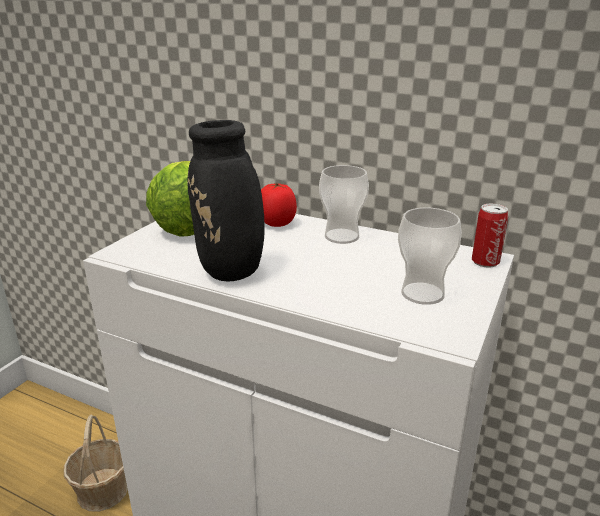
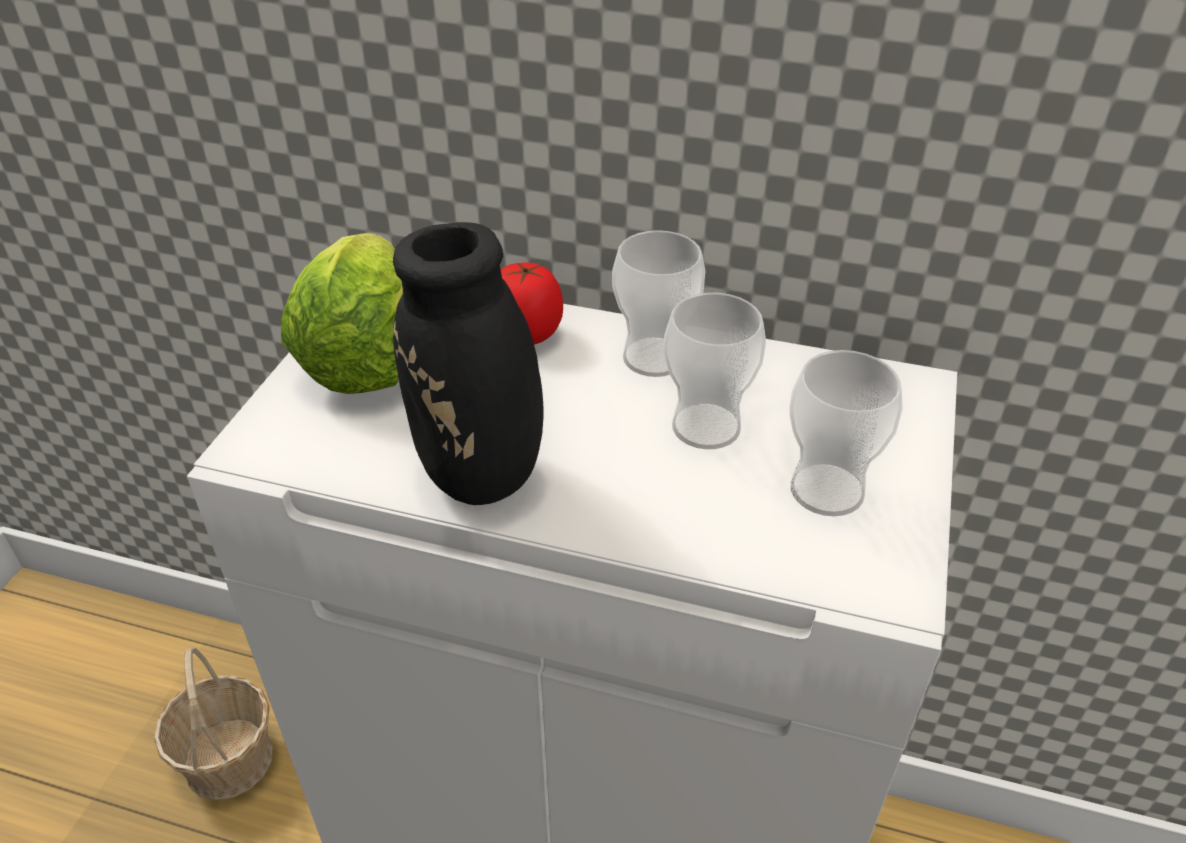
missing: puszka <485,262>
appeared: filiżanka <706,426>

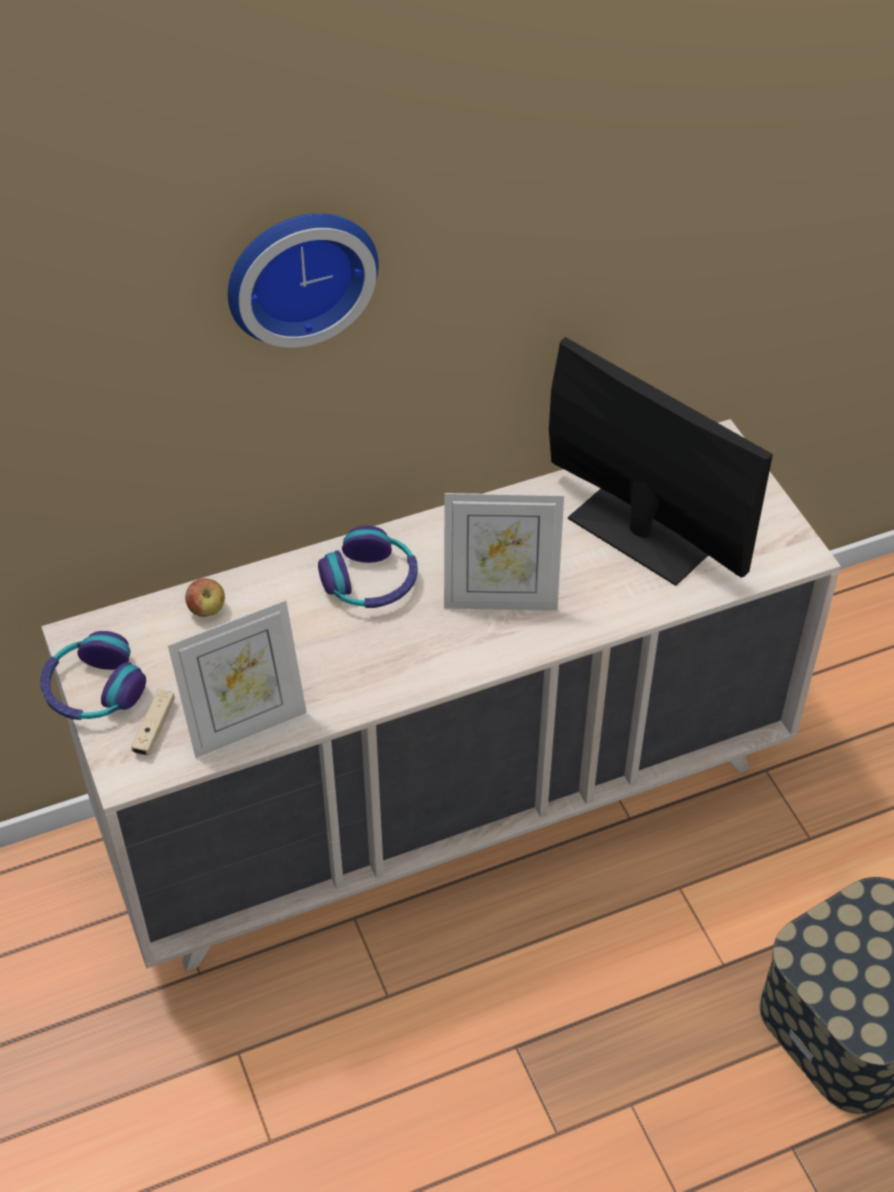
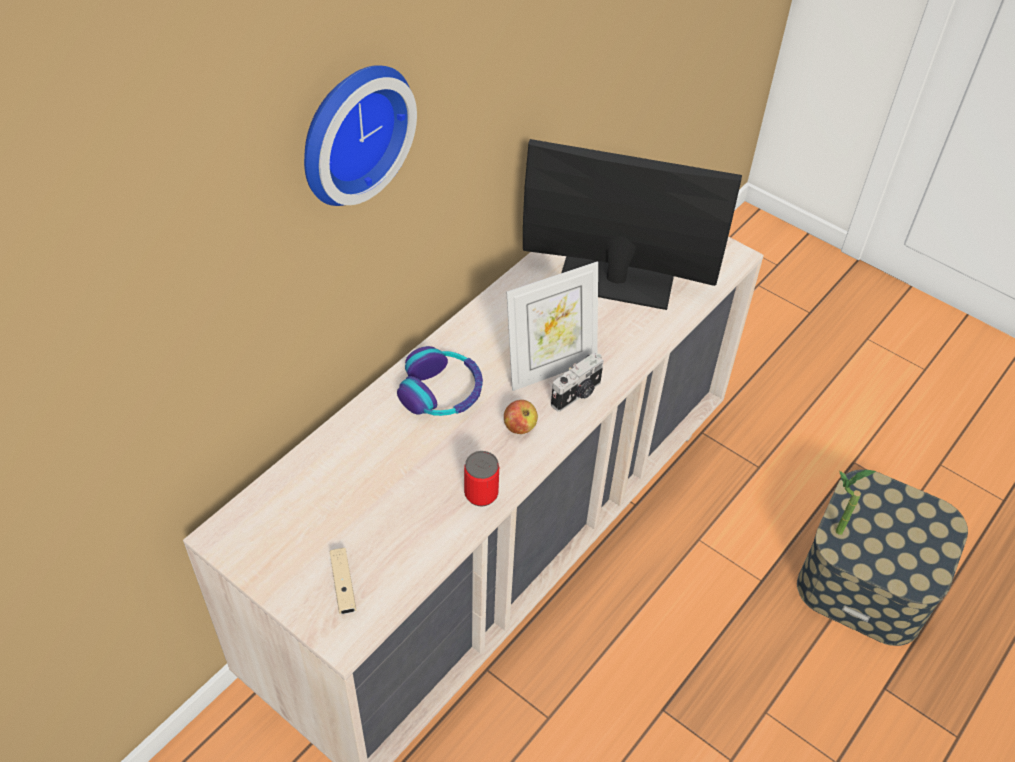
missing: słuchawki <93,689>; ramka na zdjęcie <246,725>
appeared: puszka <481,494>; aparat fotograficzny <577,394>; roślina doniczkowa <831,531>
relocated: jabłko <207,609> to <520,427>

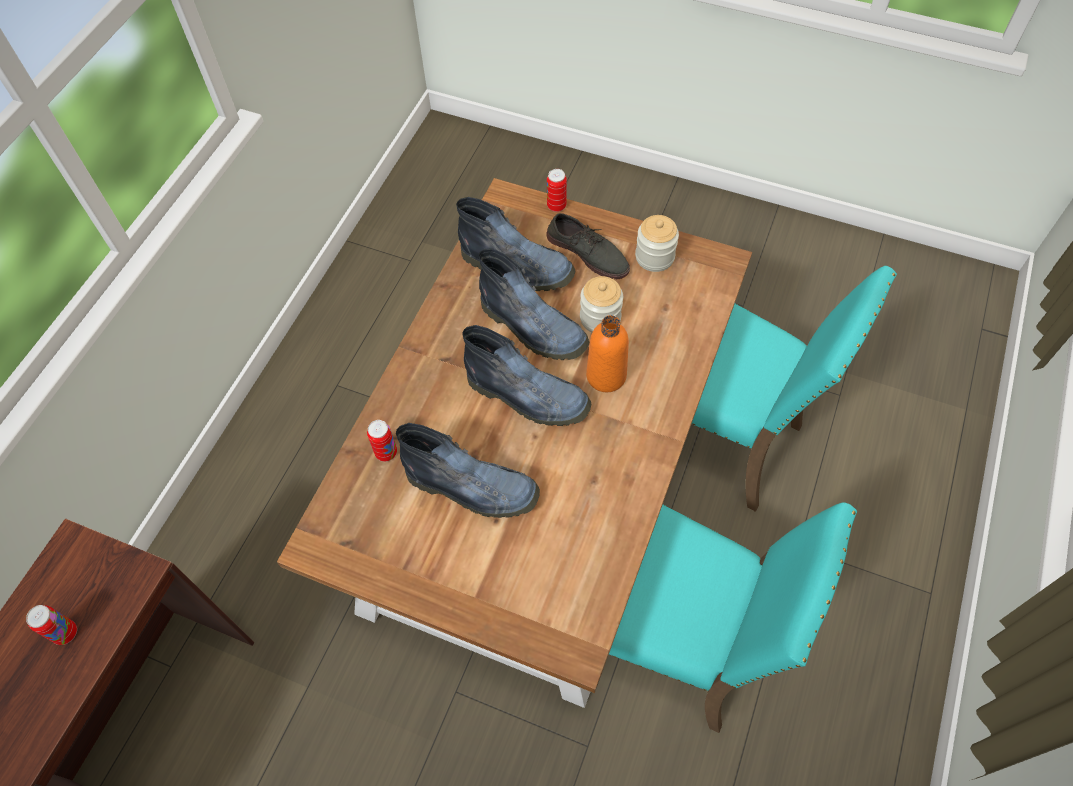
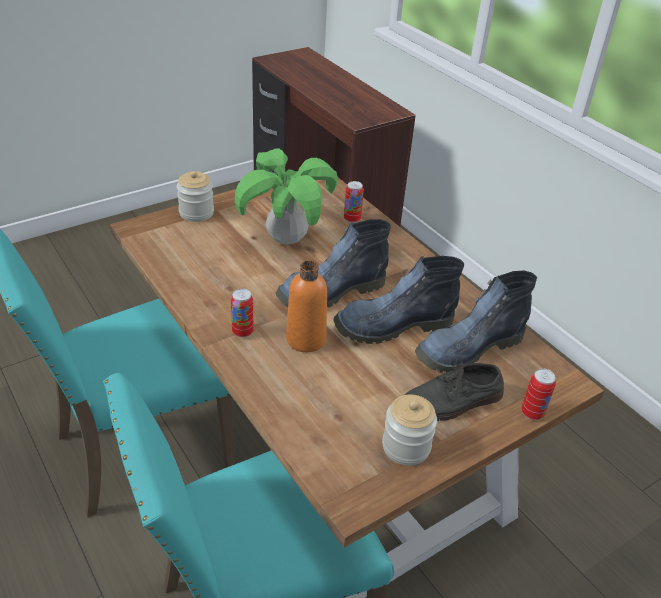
relocated: puszka <65,633> to <242,332>; słoik <600,318> to <196,213>
exchanged: but z cholewką <474,487> to roślina doniczkowa <287,239>

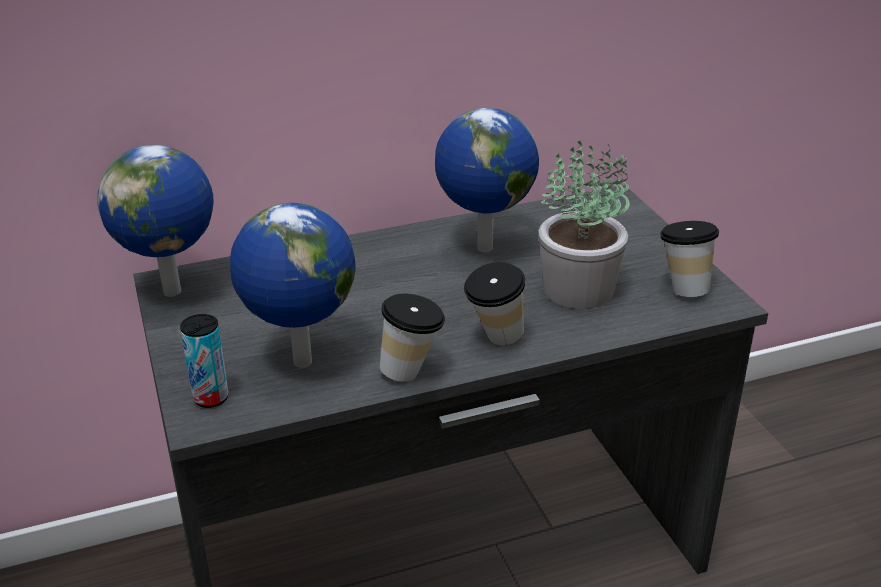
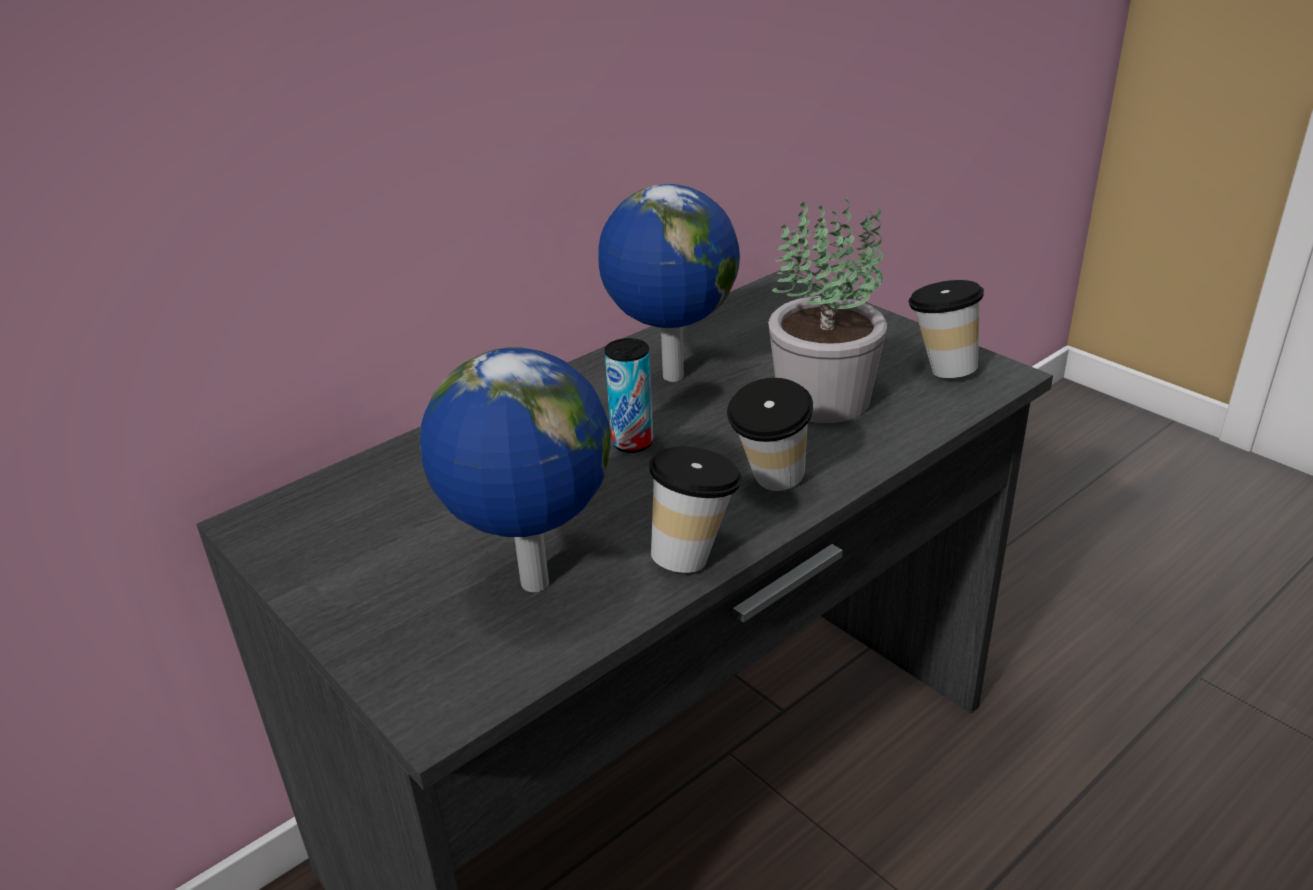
missing: globus <174,292>
relocated: puszka <211,398> to <632,443>

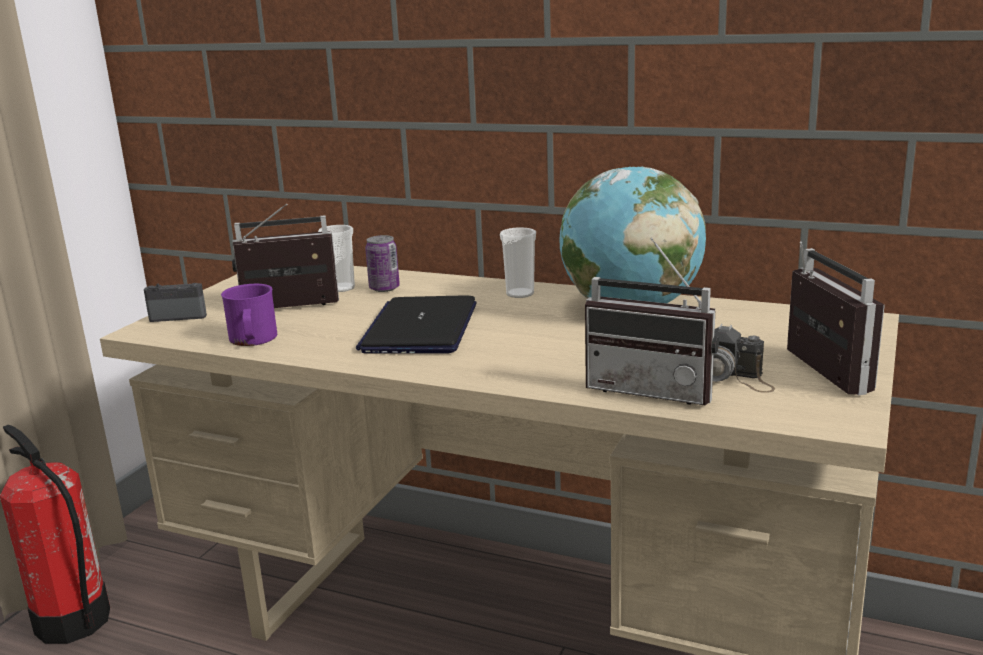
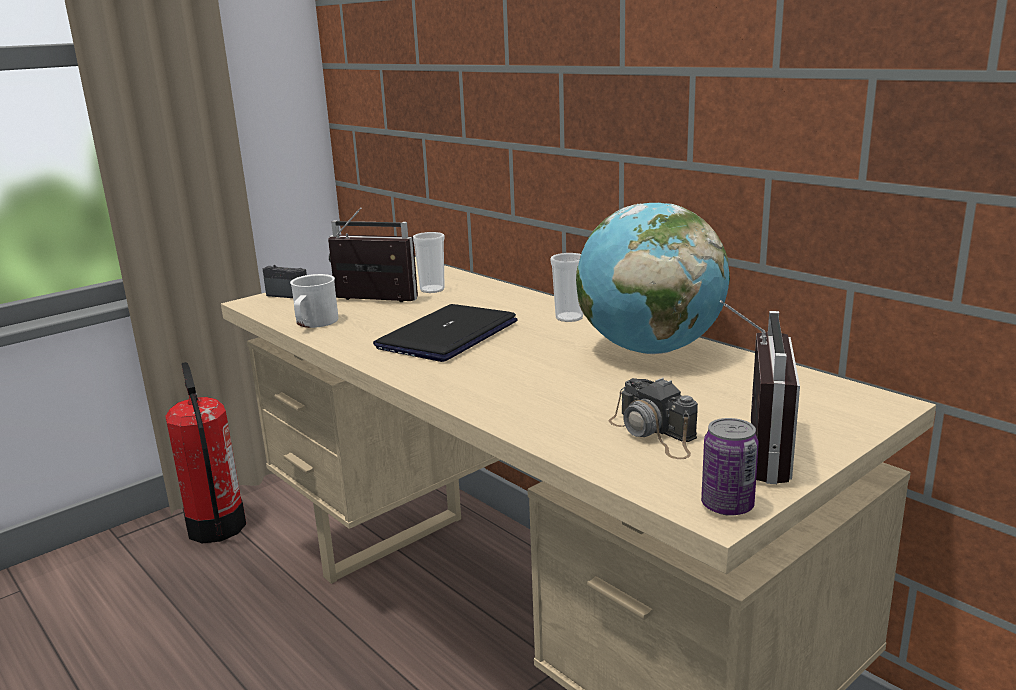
missing: radio <654,389>
relocated: puszka <384,288> to <727,506>
colour: kubek/fioletowy <253,340> to kubek/biały <314,323>

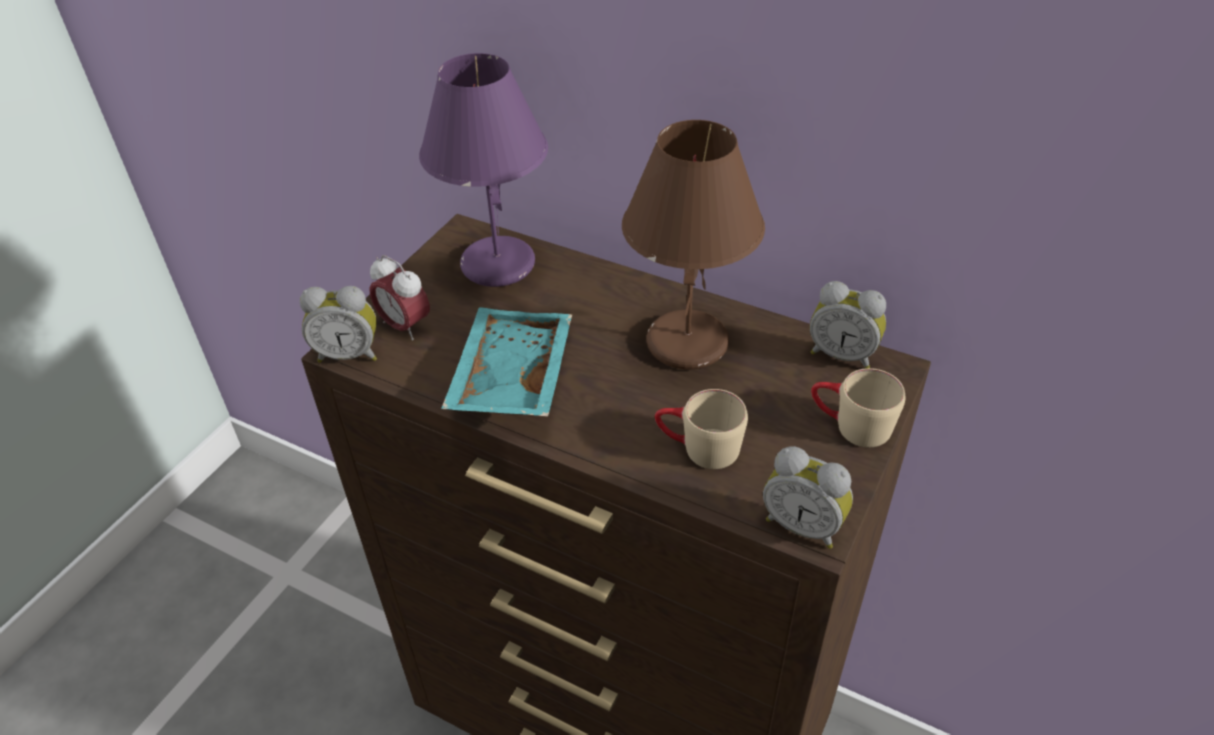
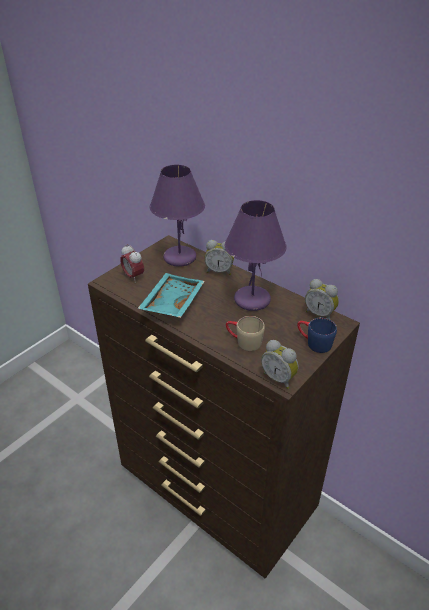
relocated: budzik <349,354> to <219,271>
colour: lampa stołowa/brązowy <686,342> to lampa stołowa/fioletowy <252,299>; kubek/beżowy <850,425> to kubek/niebieski <313,342>

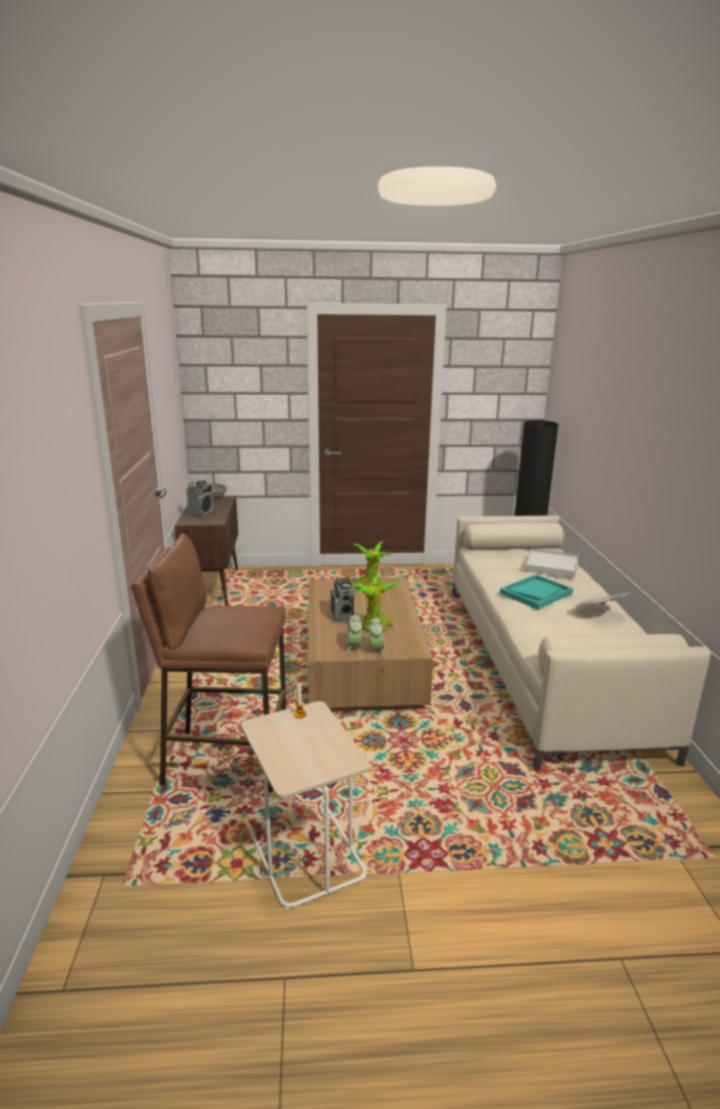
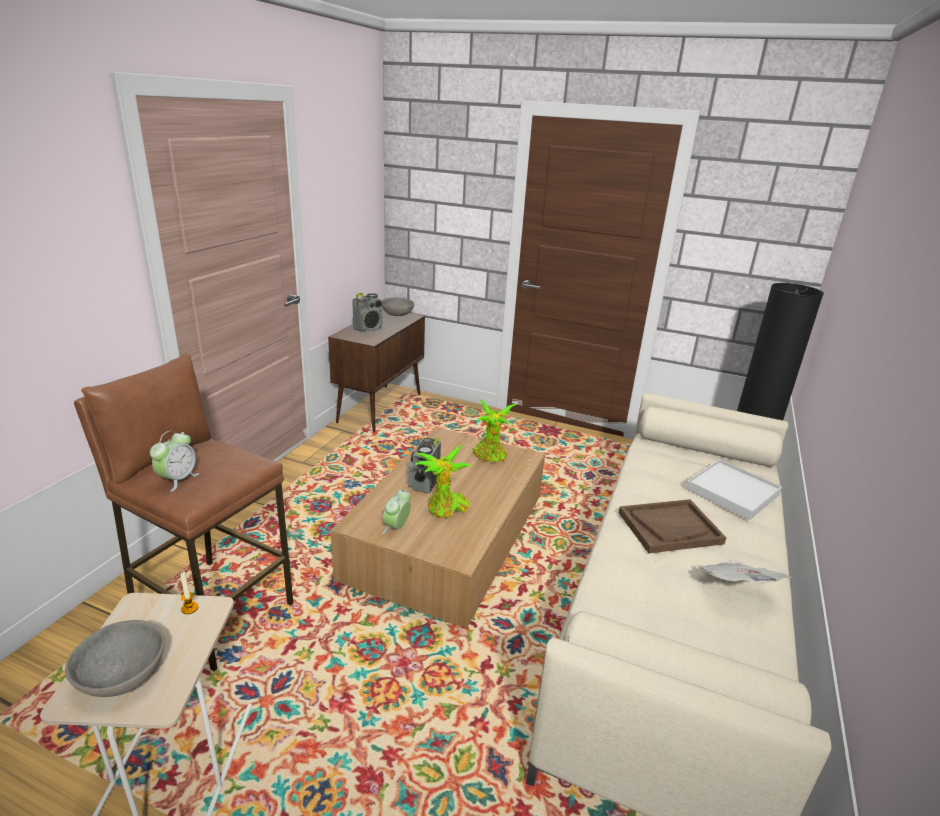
appeared: miska/szary <121,676>
relocated: budzik <376,650> to <178,479>
colour: taca/turkusowy <536,593> to taca/brązowy <670,528>

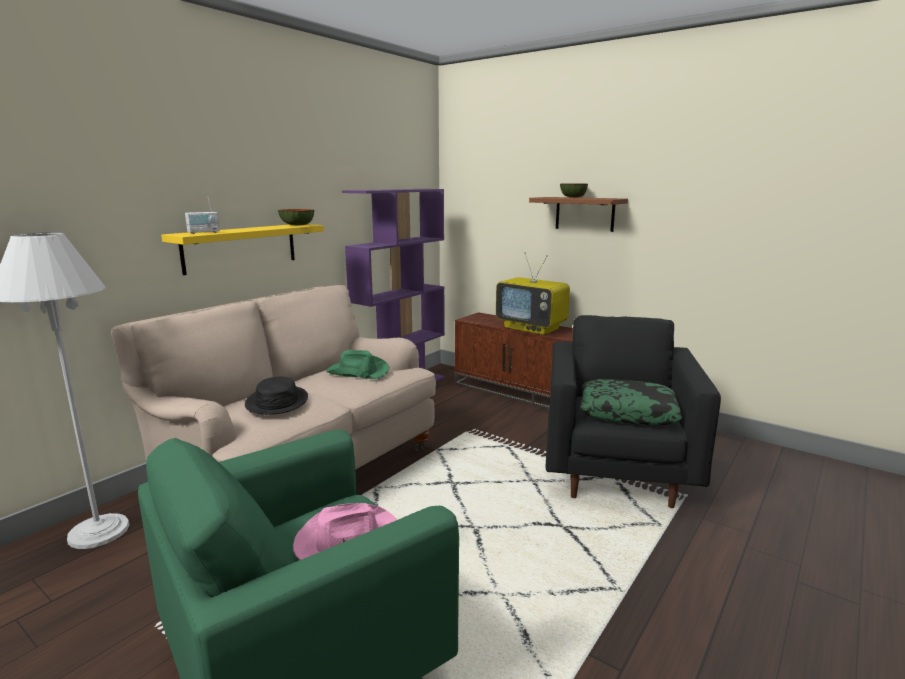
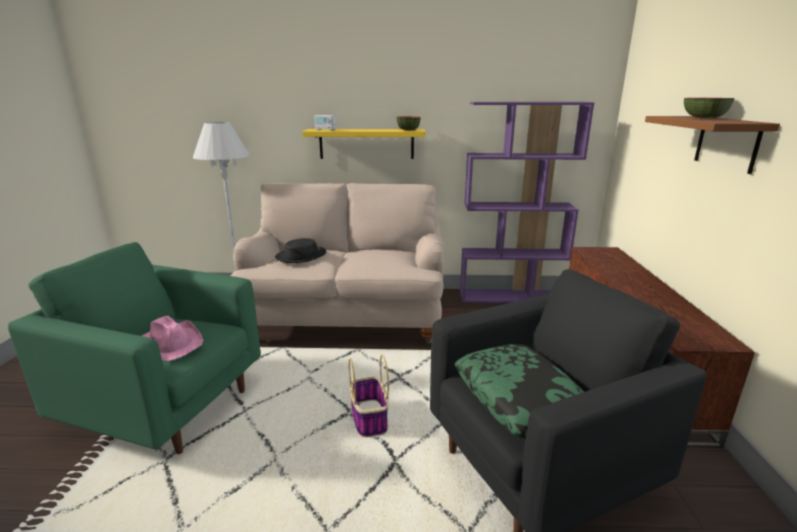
missing: kapelusz/zielony <357,371>; telewizor <532,328>
appeared: koszyk <369,418>

